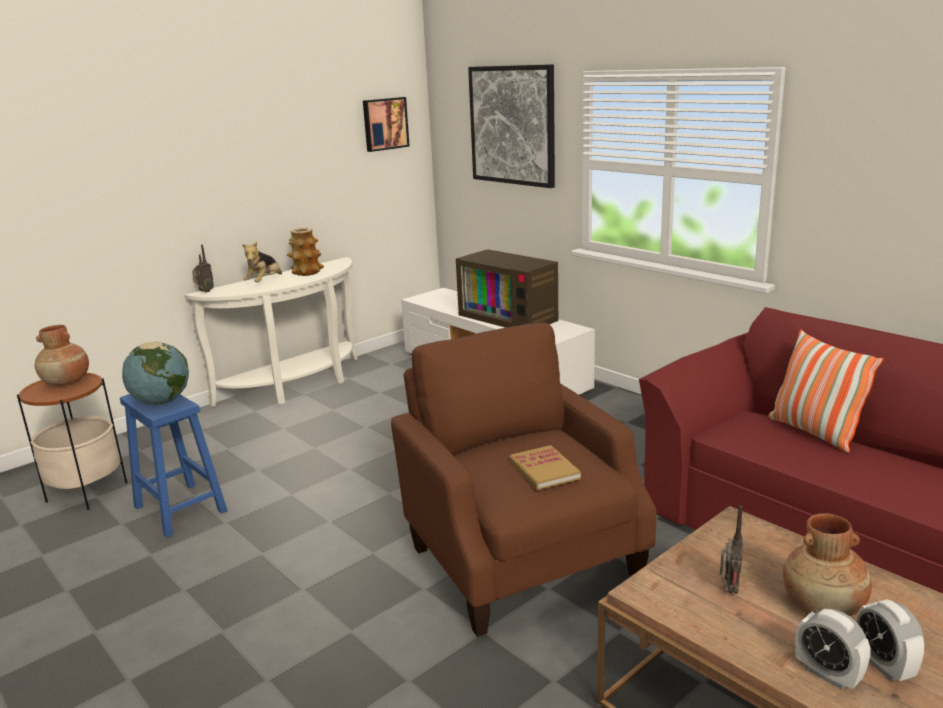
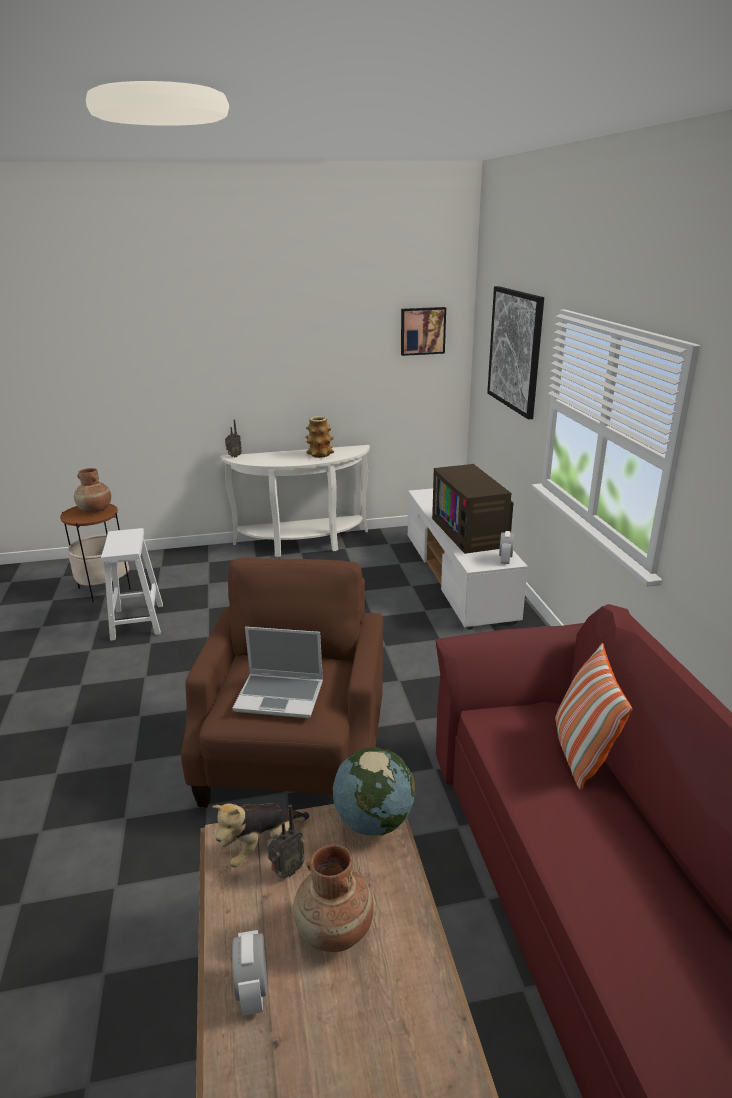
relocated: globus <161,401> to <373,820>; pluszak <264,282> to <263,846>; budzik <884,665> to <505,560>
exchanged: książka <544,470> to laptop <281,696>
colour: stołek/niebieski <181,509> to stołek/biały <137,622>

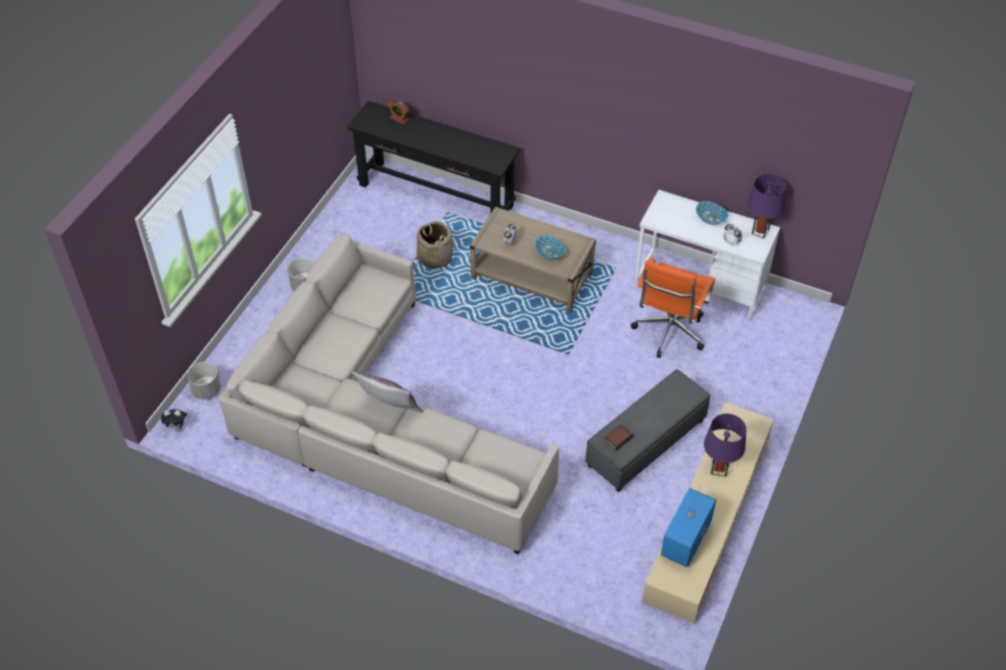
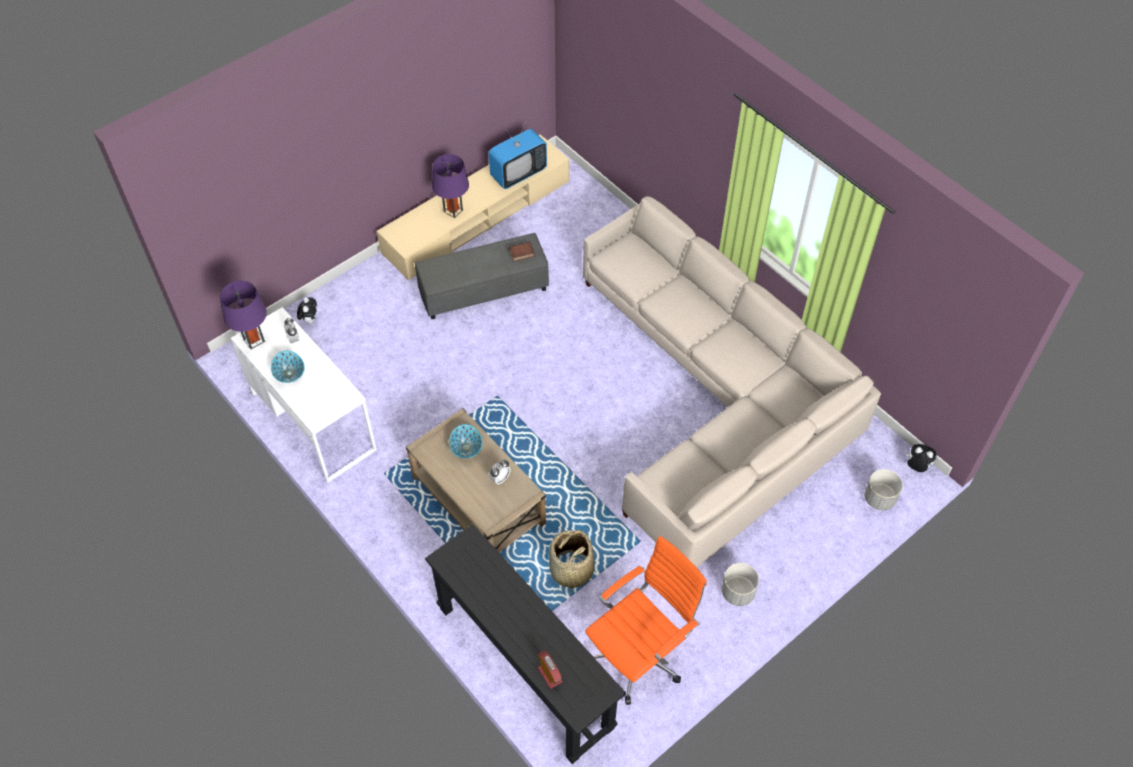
missing: poduszka/szary <389,410>
appeared: pluszak <309,319>
relocated: krzesło biurowe/pomarańczowy <668,333> to <640,655>

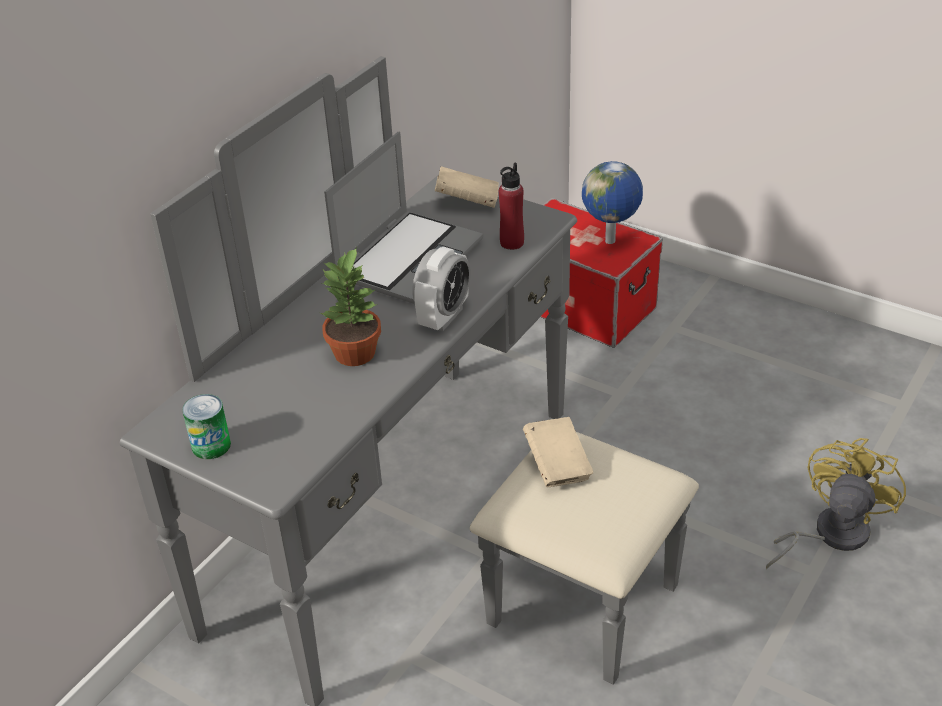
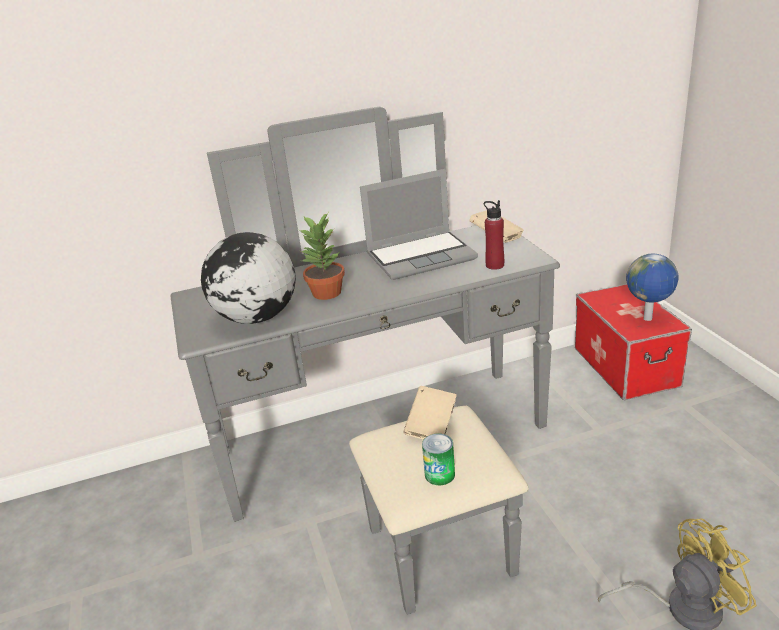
missing: budzik <443,317>
appeared: globus <256,318>
relocated: puszka <211,445> to <439,474>

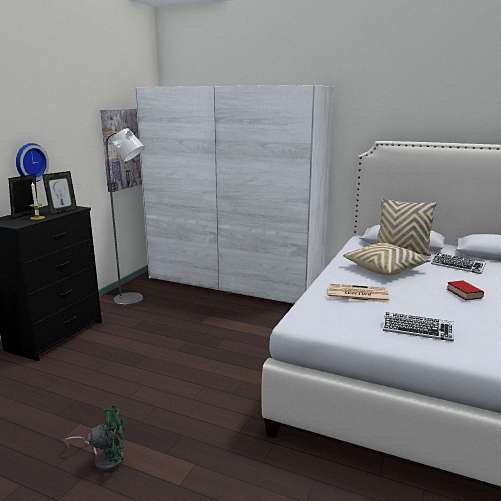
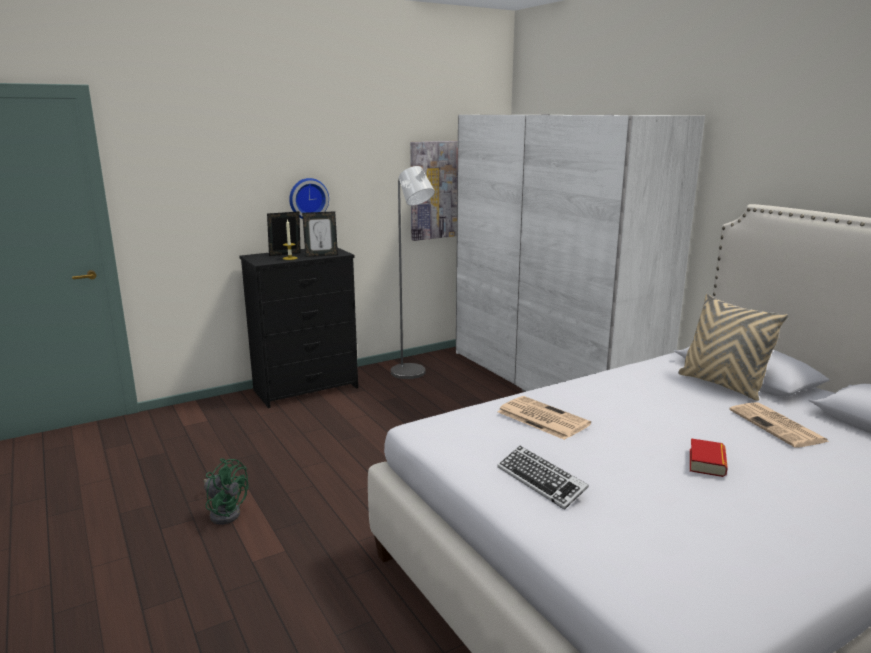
missing: poduszka/beżowy <385,269>
exchanged: klawiatura <457,266> to gazeta <778,426>

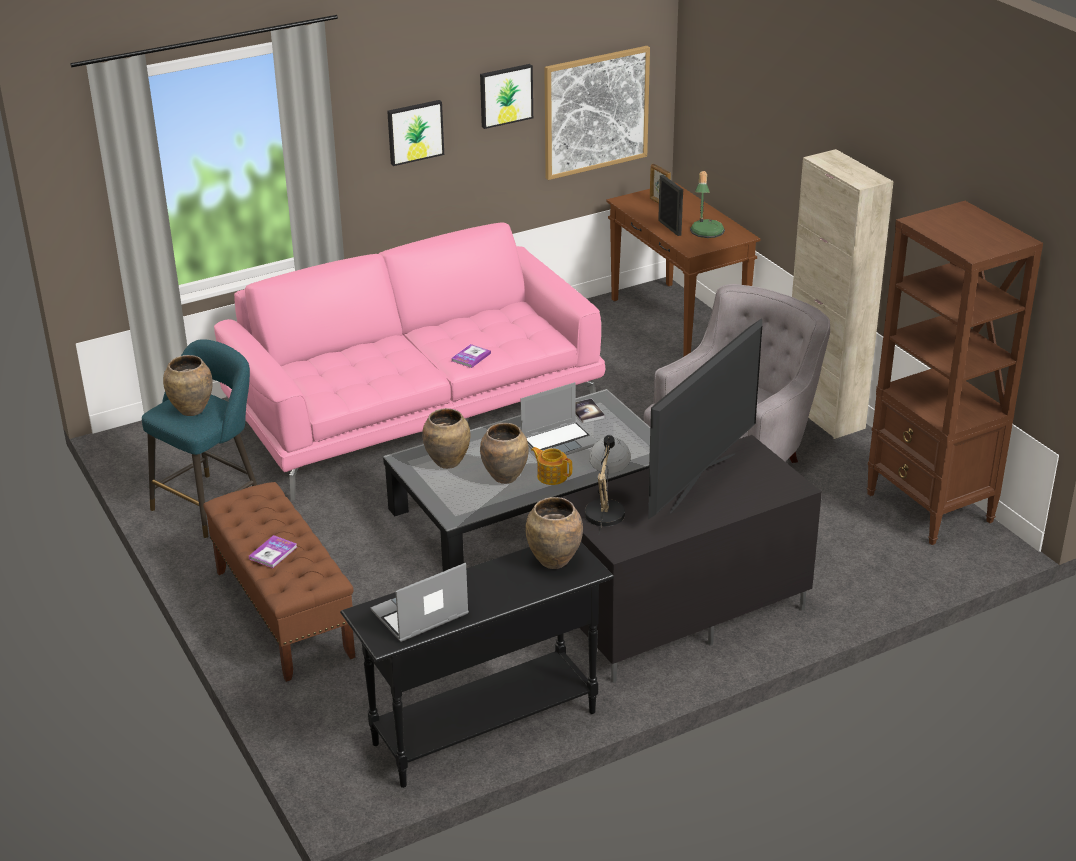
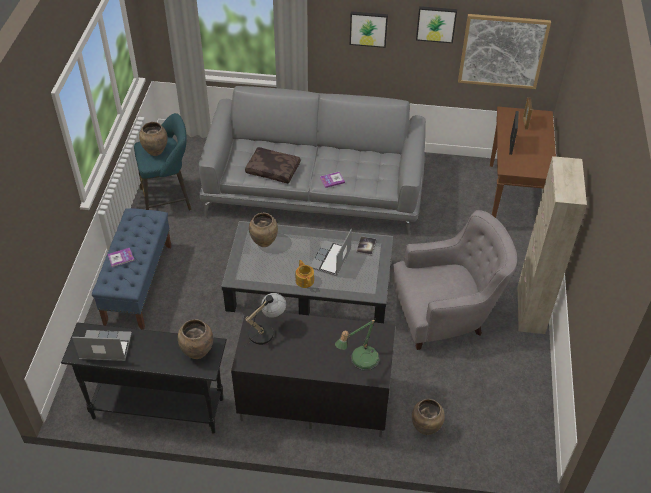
missing: telewizor <701,482>; regał/brązowy <930,508>
appeared: poduszka/brązowy <273,169>
relocated: wazon/brązowy <505,477> to <426,428>; lampa stołowa <705,233> to <360,361>
colour: ławka/brązowy <283,613> to ławka/niebieski <138,283>; kanapa/różowy <415,408> to kanapa/szary <315,188>
spun: laptop <559,442> = <331,259> 105 degrees clockwise

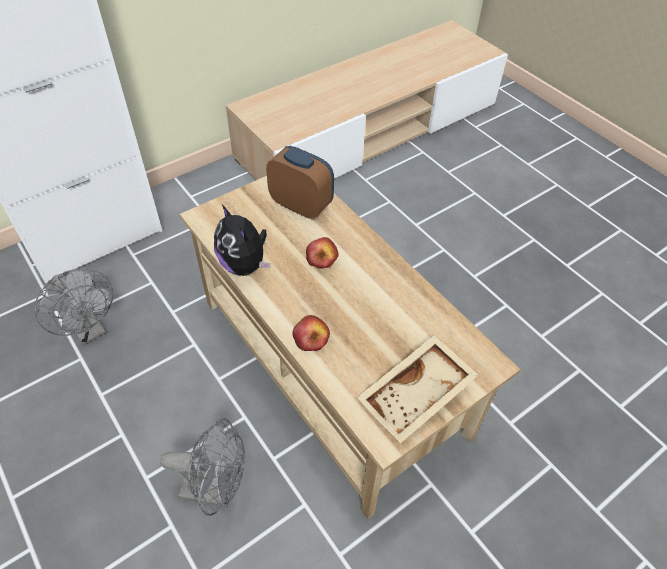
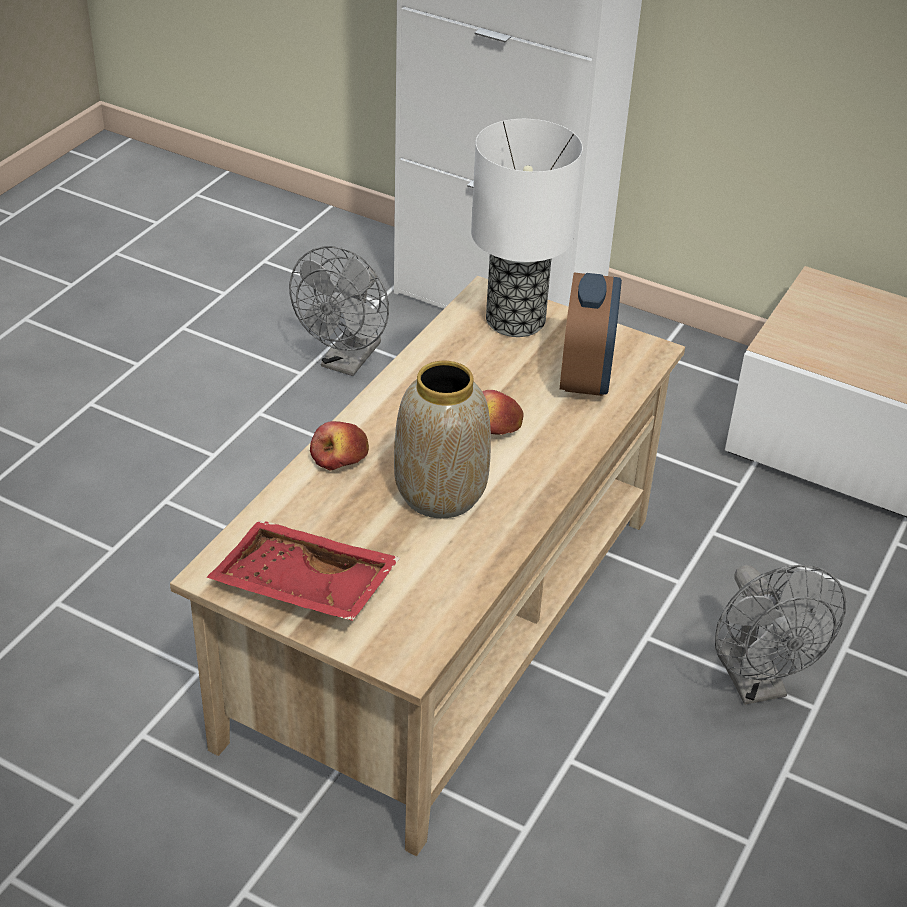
missing: pluszak <244,265>
appeared: wazon <439,493>; lampa stołowa <516,319>
relocated: wentylator/szary <216,489> to <756,683>
colour: taca/beżowy <417,396> to taca/czerwony <302,588>

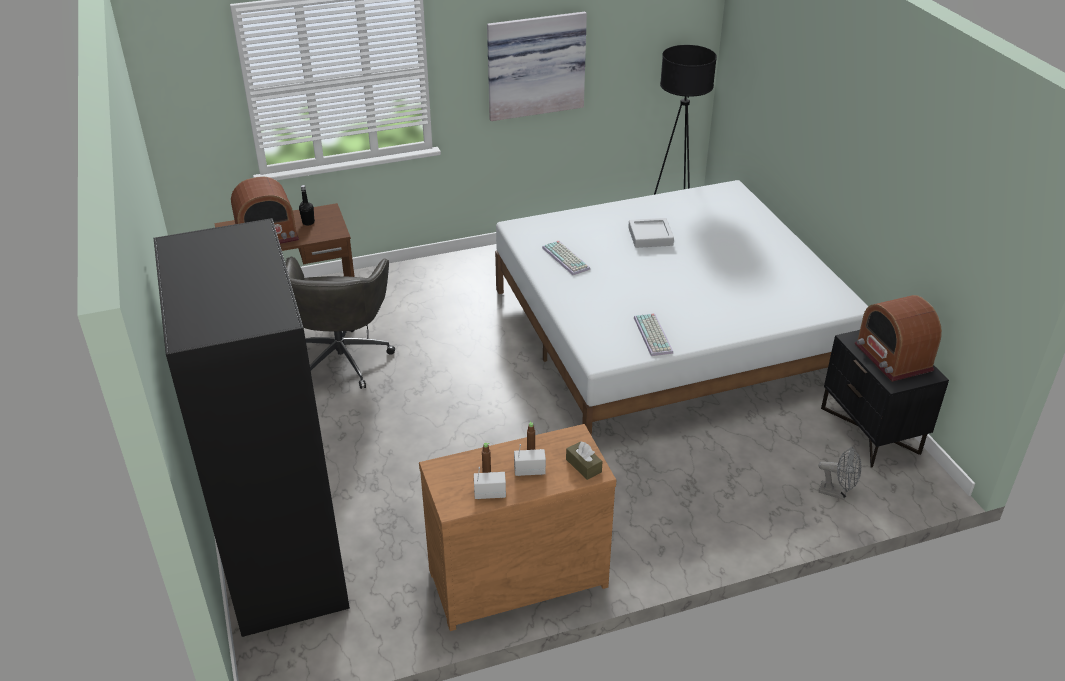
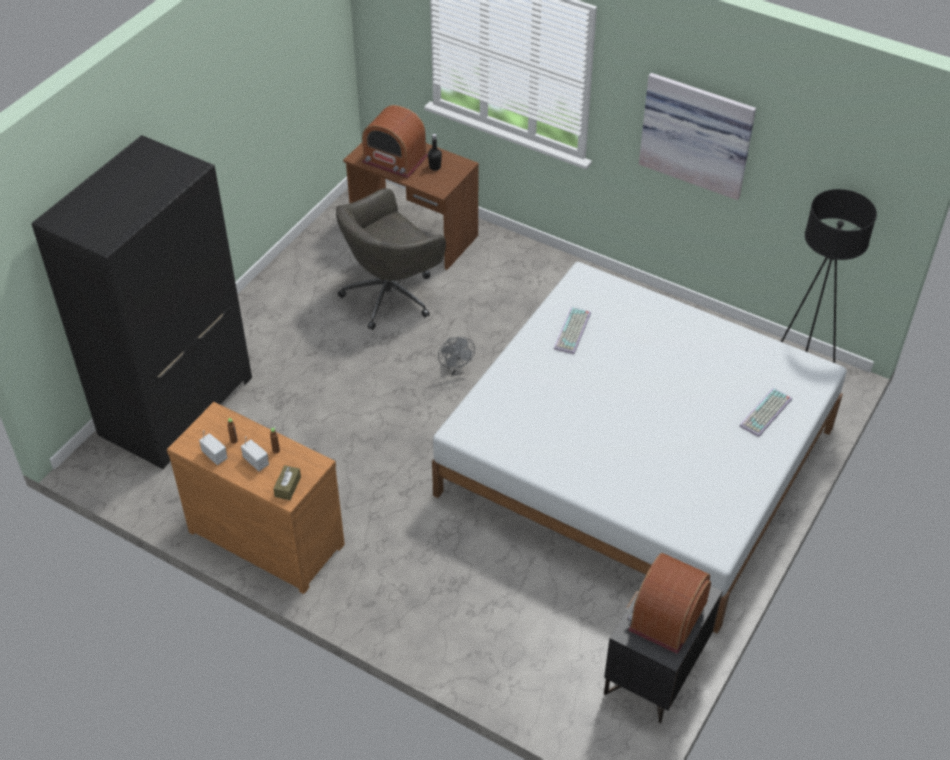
missing: taca/szary <650,236>
relocated: klawiatura <654,335> to <766,413>; wentylator/szary <837,492> to <455,370>

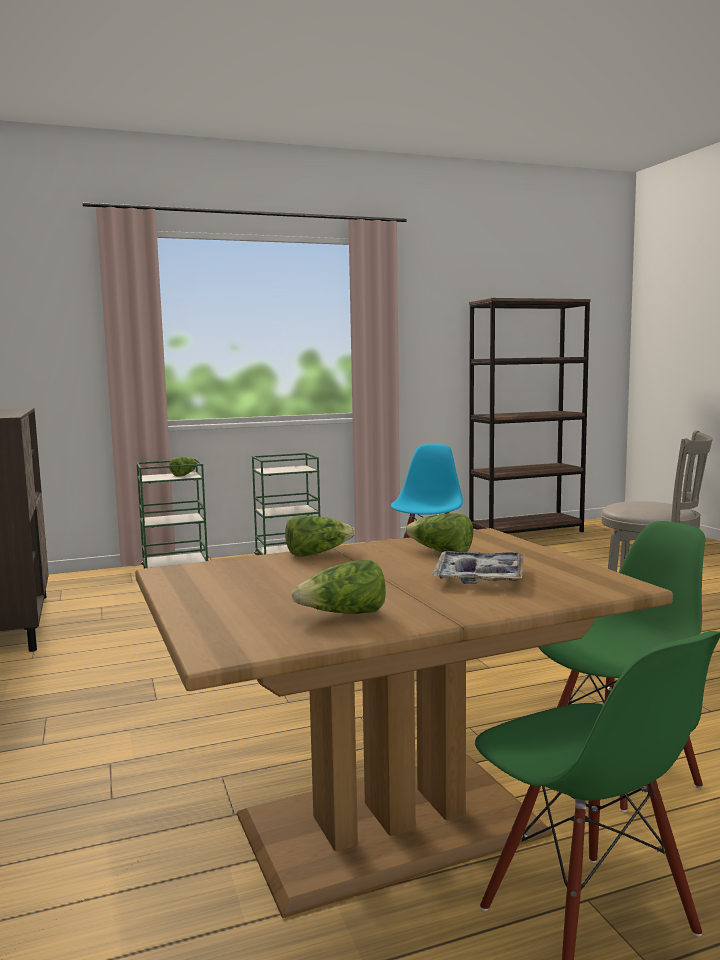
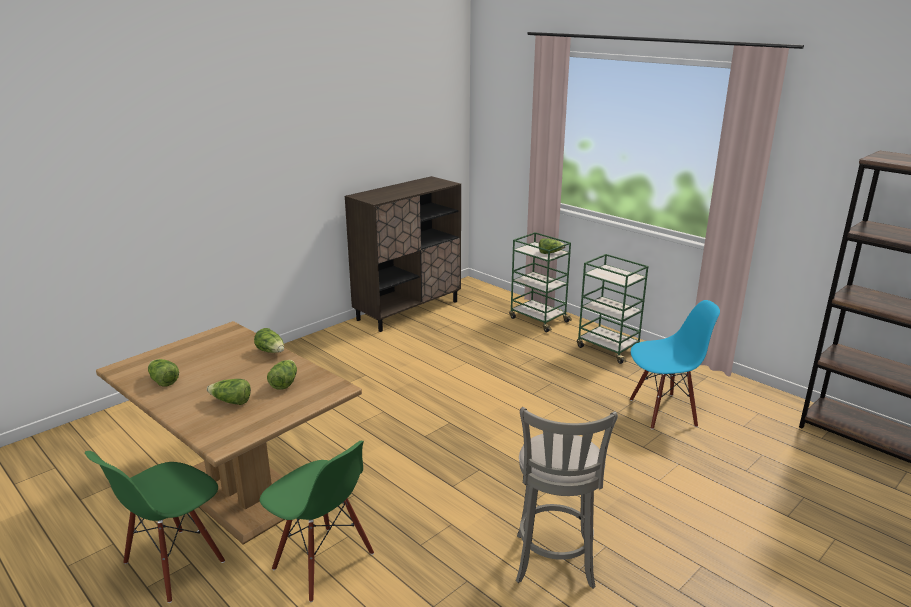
exchanged: taca <479,577> to sałata <231,401>

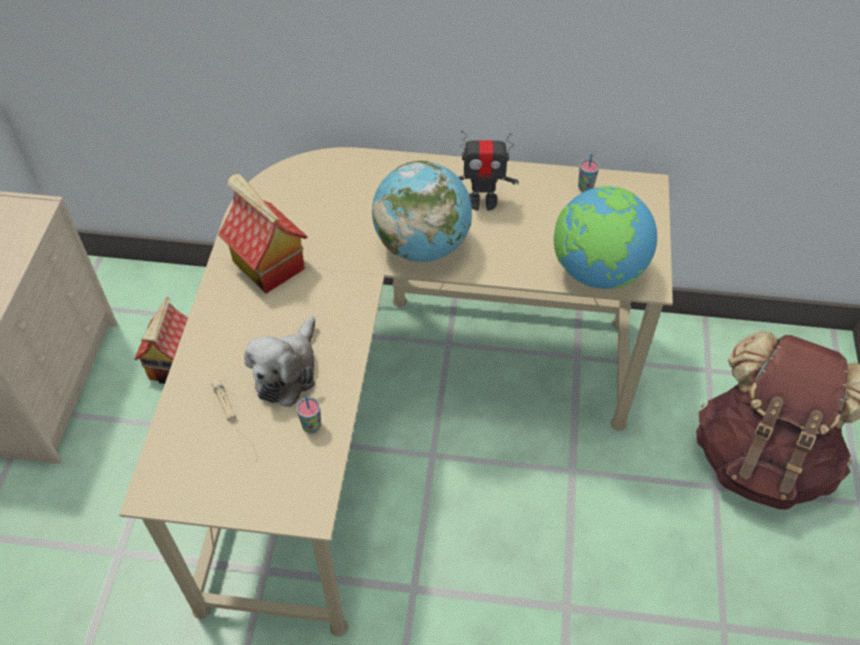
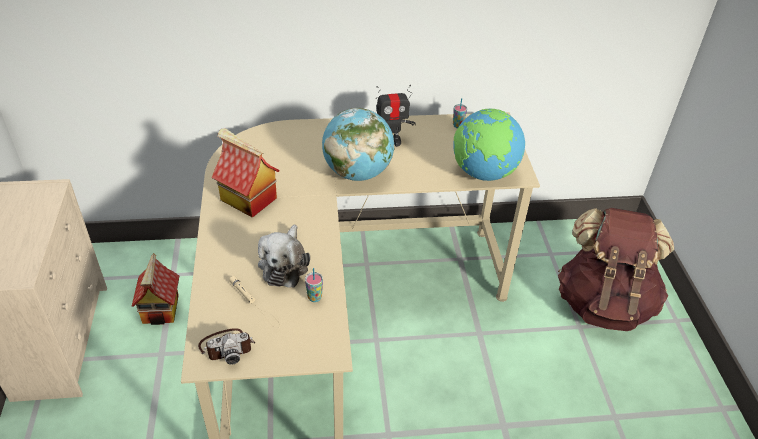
appeared: aparat fotograficzny <227,347>

